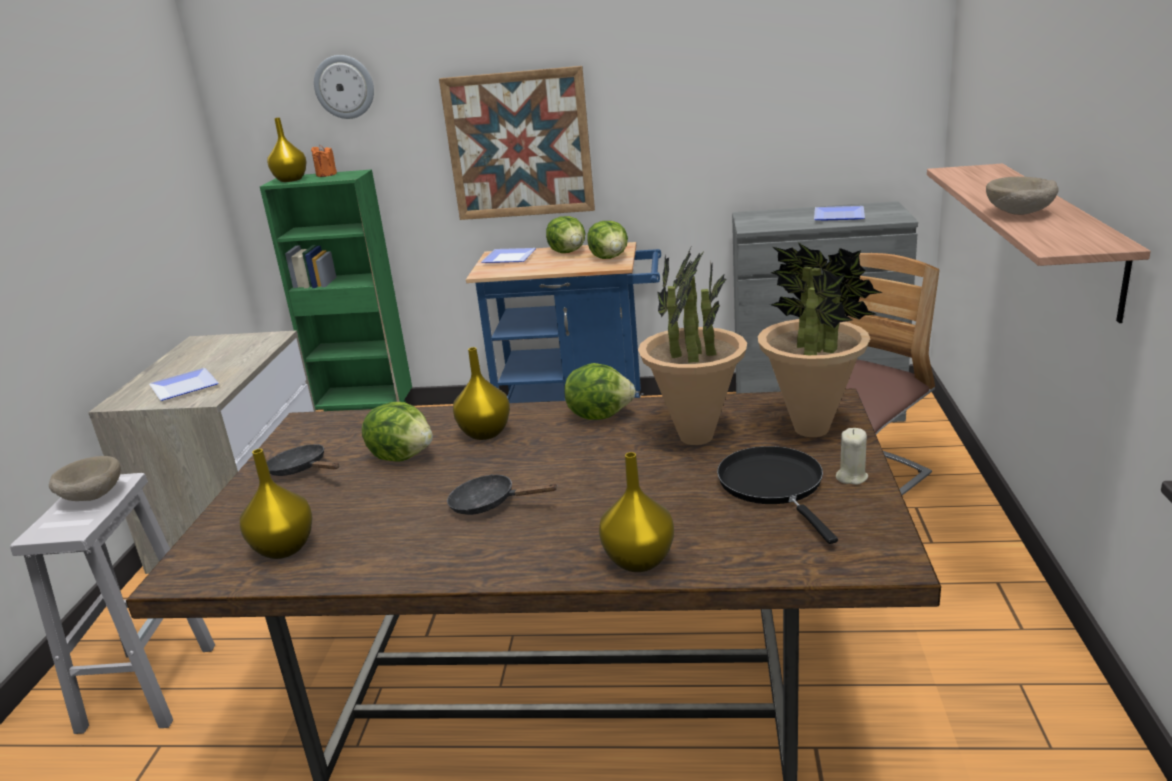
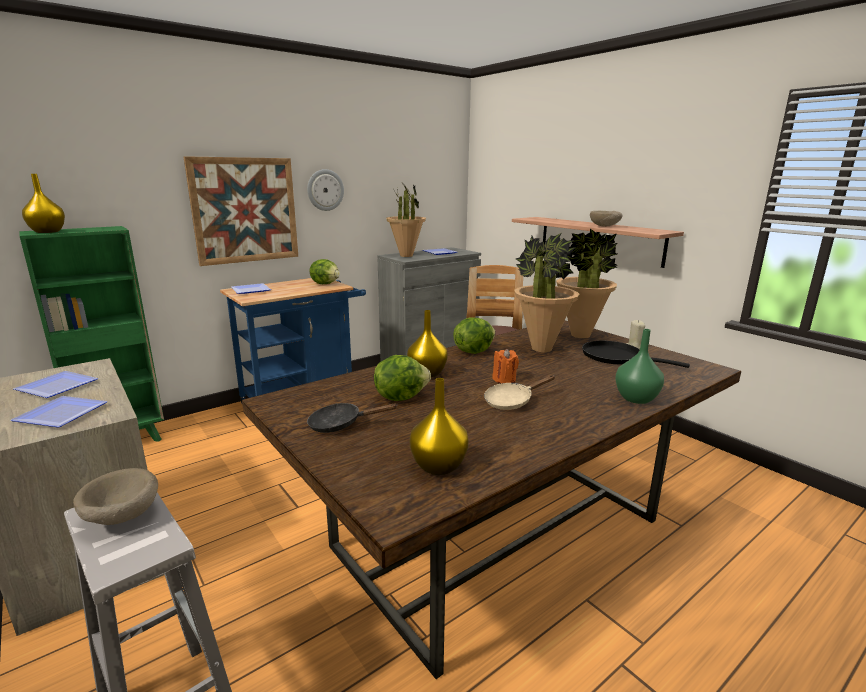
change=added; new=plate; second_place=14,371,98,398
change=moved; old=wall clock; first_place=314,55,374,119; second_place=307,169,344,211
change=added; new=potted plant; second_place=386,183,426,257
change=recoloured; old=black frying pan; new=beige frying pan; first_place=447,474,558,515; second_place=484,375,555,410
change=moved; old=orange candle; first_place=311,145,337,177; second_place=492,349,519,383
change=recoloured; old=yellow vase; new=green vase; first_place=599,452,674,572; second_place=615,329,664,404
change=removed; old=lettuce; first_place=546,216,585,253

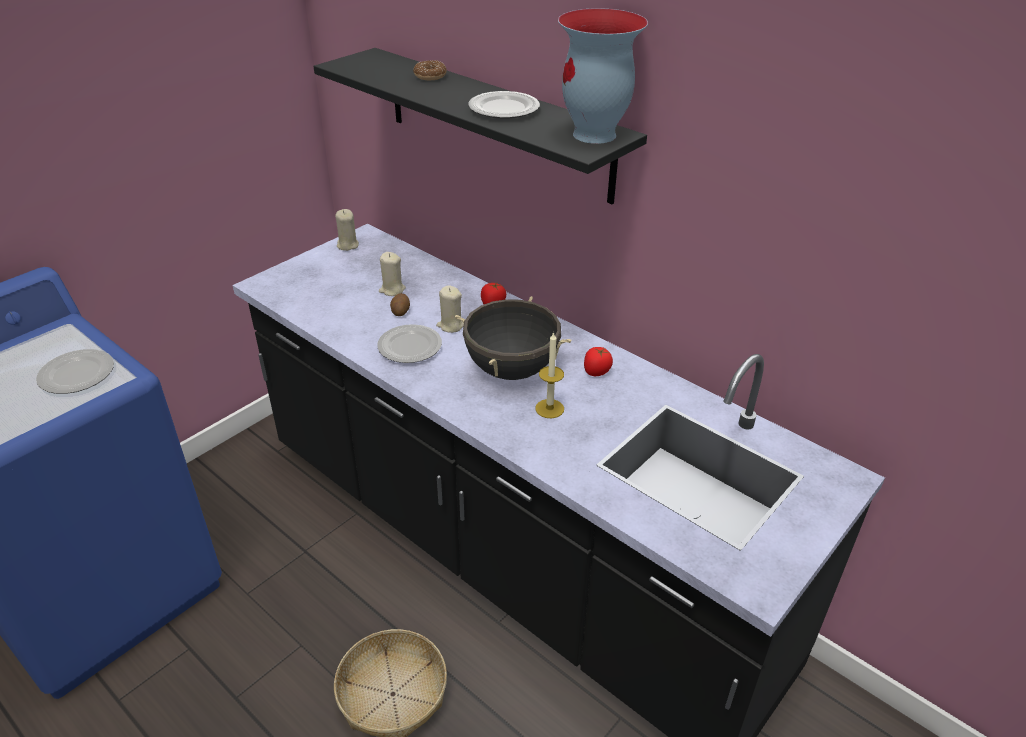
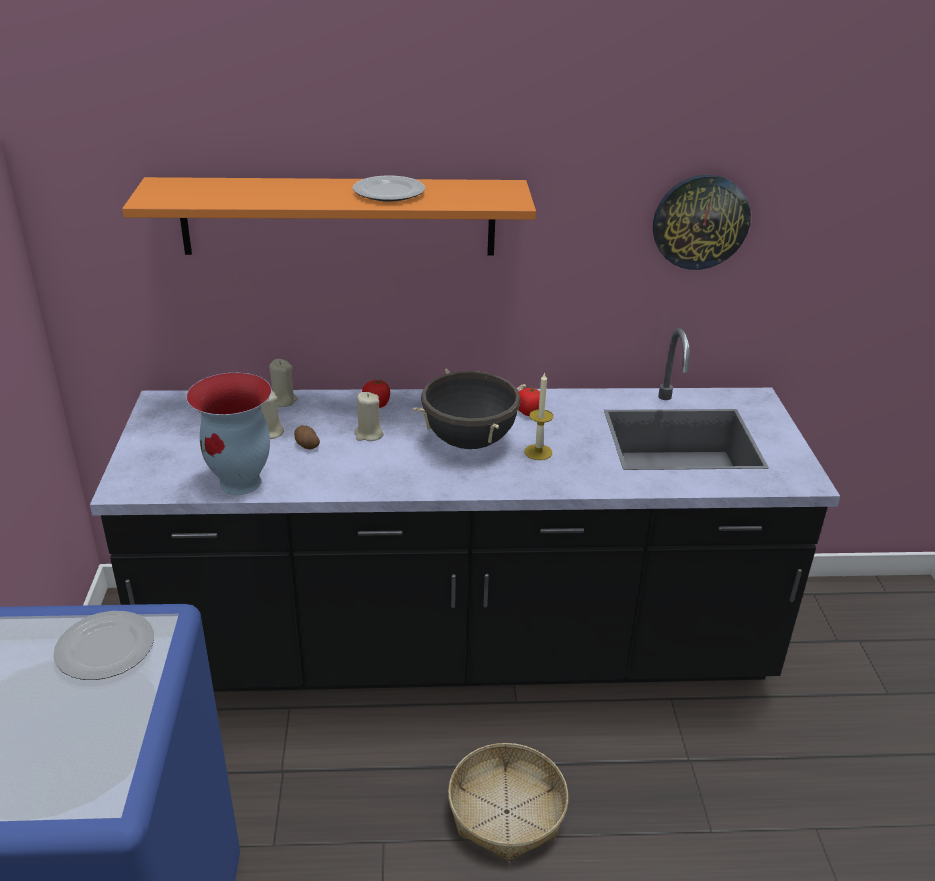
change=recoloured; old=black shelf; new=orange shelf; first_place=313,48,647,204; second_place=122,177,536,256
change=moved; old=vase; first_place=558,8,648,144; second_place=186,373,272,495
change=moved; old=beige candle; first_place=335,209,359,251; second_place=269,359,298,407
change=added; new=wall clock; second_place=653,175,751,270
change=removed; old=plate; first_place=377,324,442,363
change=removed; old=donut; first_place=413,60,447,80

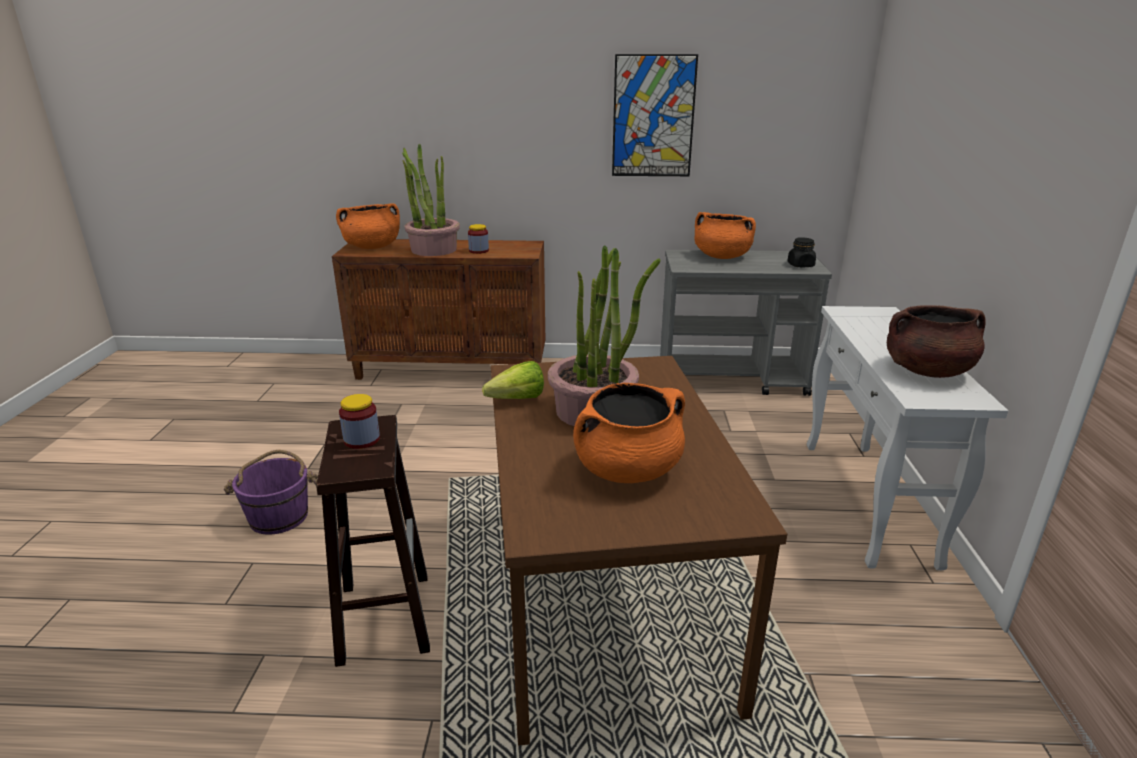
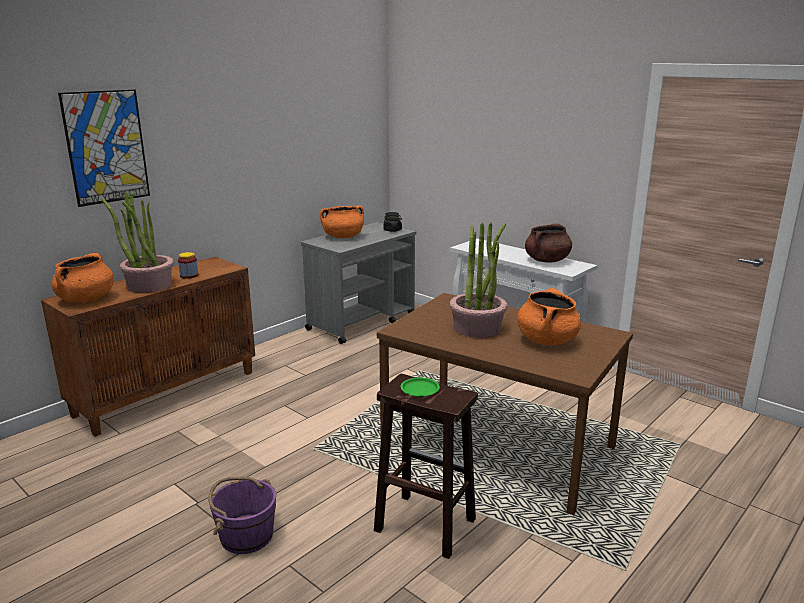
change=moved; old=picture; first_place=612,54,698,176; second_place=58,89,150,207
change=replaced; old=jar; new=green plate; first_place=339,394,380,449; second_place=400,377,440,397
change=removed; old=lettuce; first_place=482,361,544,399

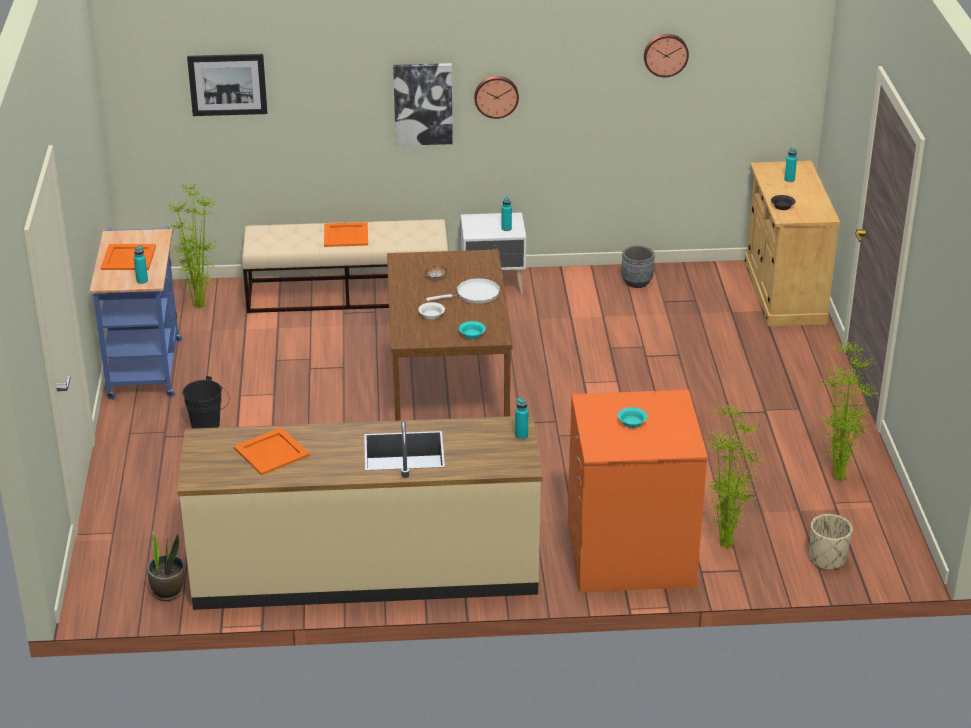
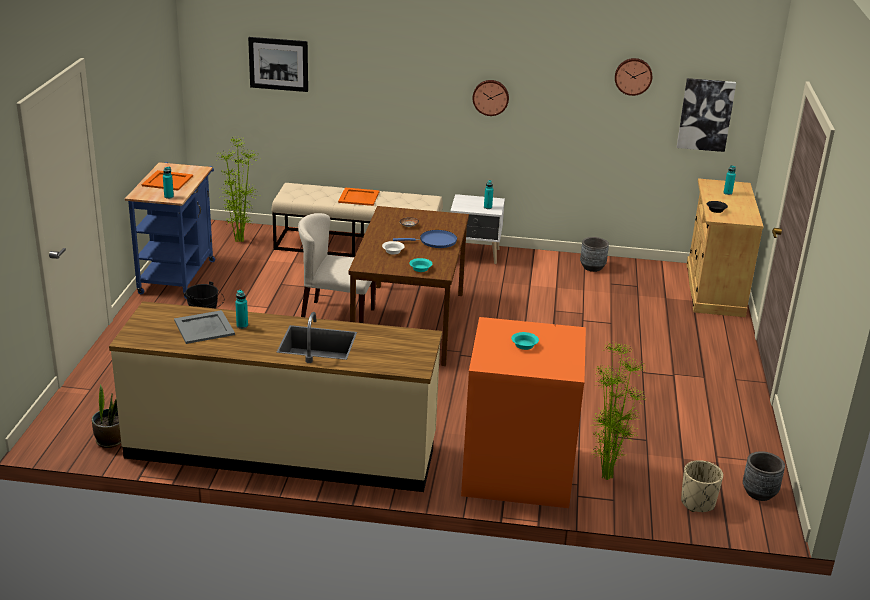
change=recoloured; old=orange tray; new=grey tray; first_place=233,427,310,475; second_place=174,310,235,344
change=moved; old=turquoise bottle; first_place=515,398,528,440; second_place=235,290,248,329
change=added; new=beige chair; second_place=298,213,376,323
change=recoloured; old=white frying pan; new=blue frying pan; first_place=426,278,500,303; second_place=393,230,457,248
change=moved; old=picture; first_place=393,63,453,146; second_place=677,78,736,152
change=added; new=grey planter; second_place=743,451,785,501
change=removed; old=potted plant; first_place=820,342,878,481

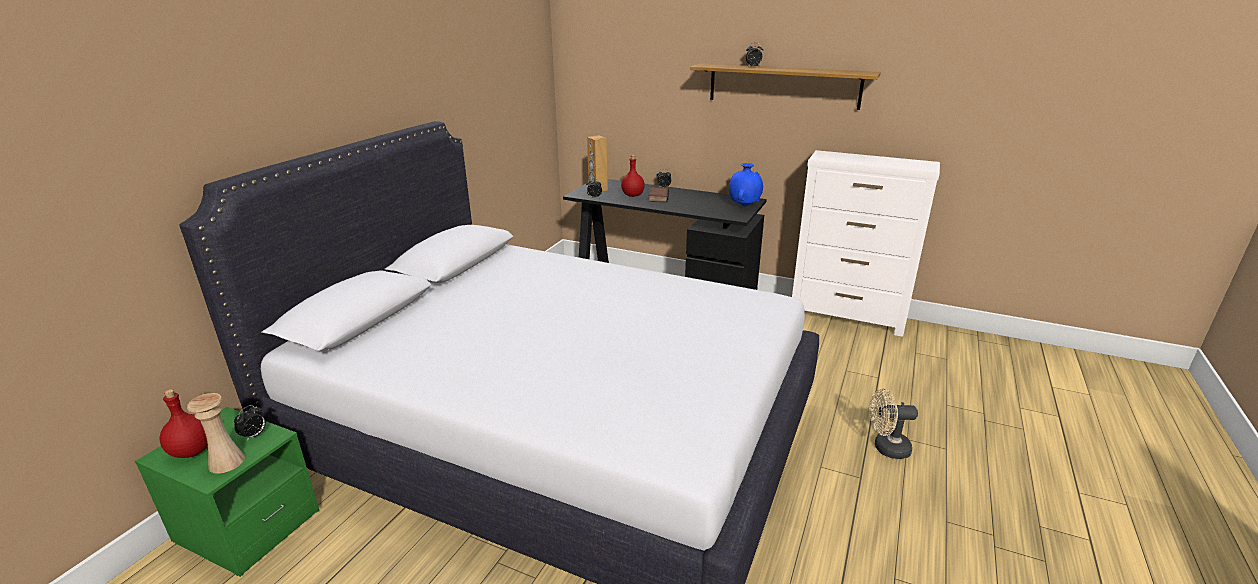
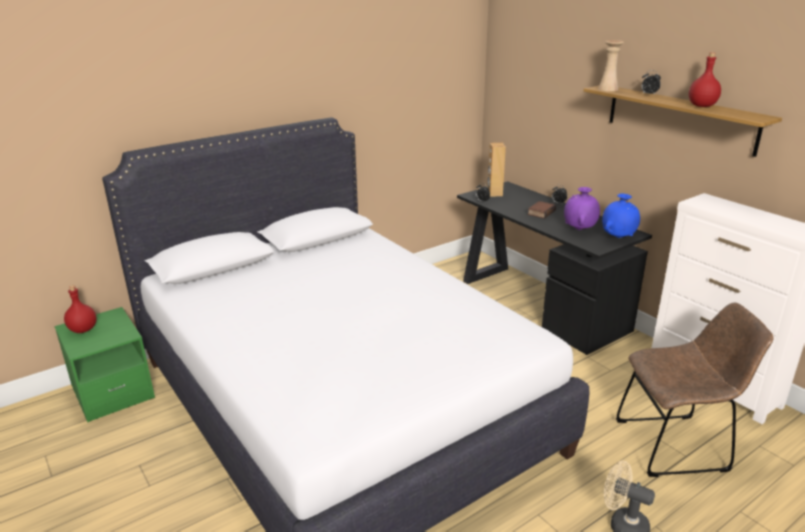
change=added; new=purple vase; second_place=564,187,600,230
change=moved; old=beige vase; first_place=187,393,245,474; second_place=598,40,624,91
change=added; new=brown chair; second_place=616,302,773,477
change=moved; old=red bottle; first_place=621,155,645,197; second_place=689,52,721,107
change=removed; old=alarm clock; first_place=234,405,266,441

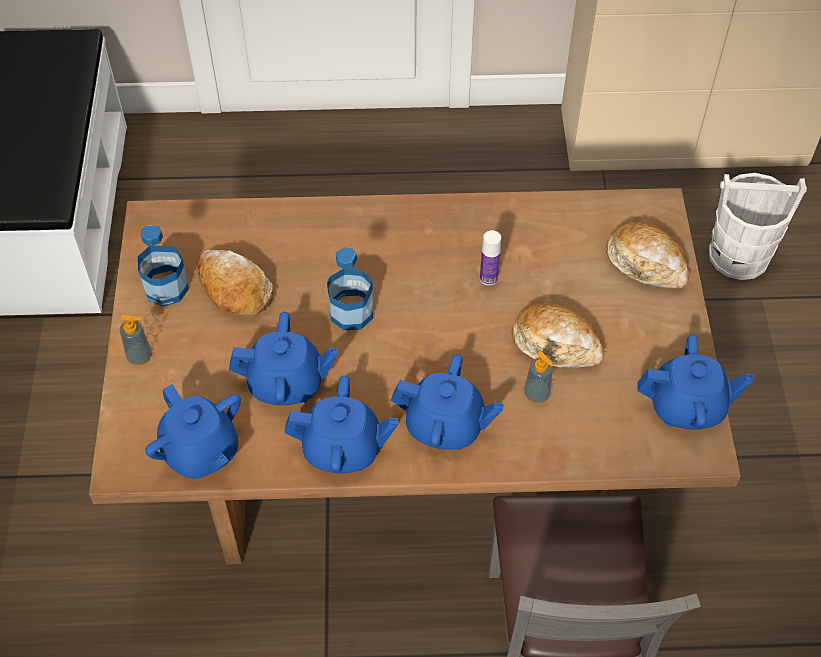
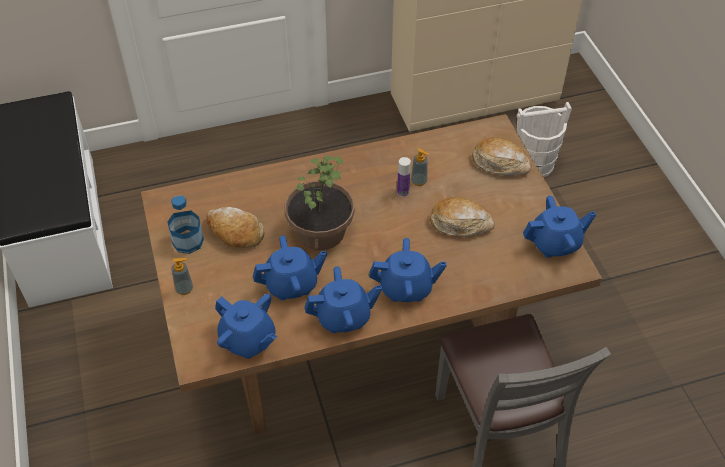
change=replaced; old=bottle; new=potted plant; first_place=327,248,373,330; second_place=285,155,355,251
change=moved; old=soap dispenser; first_place=524,351,553,403; second_place=411,148,429,186

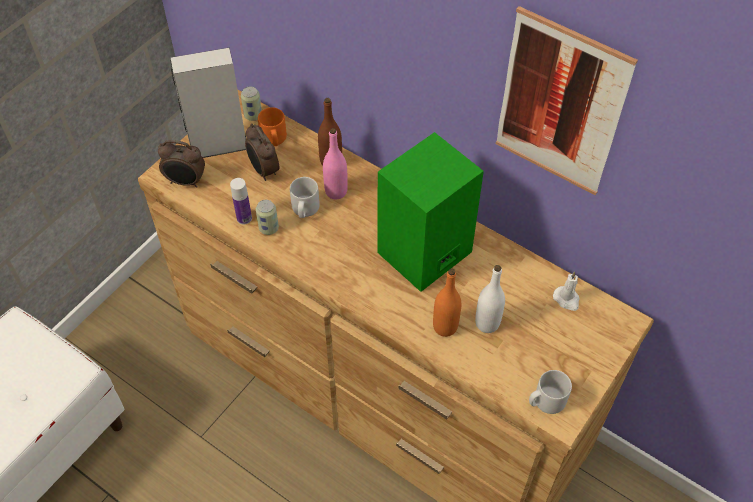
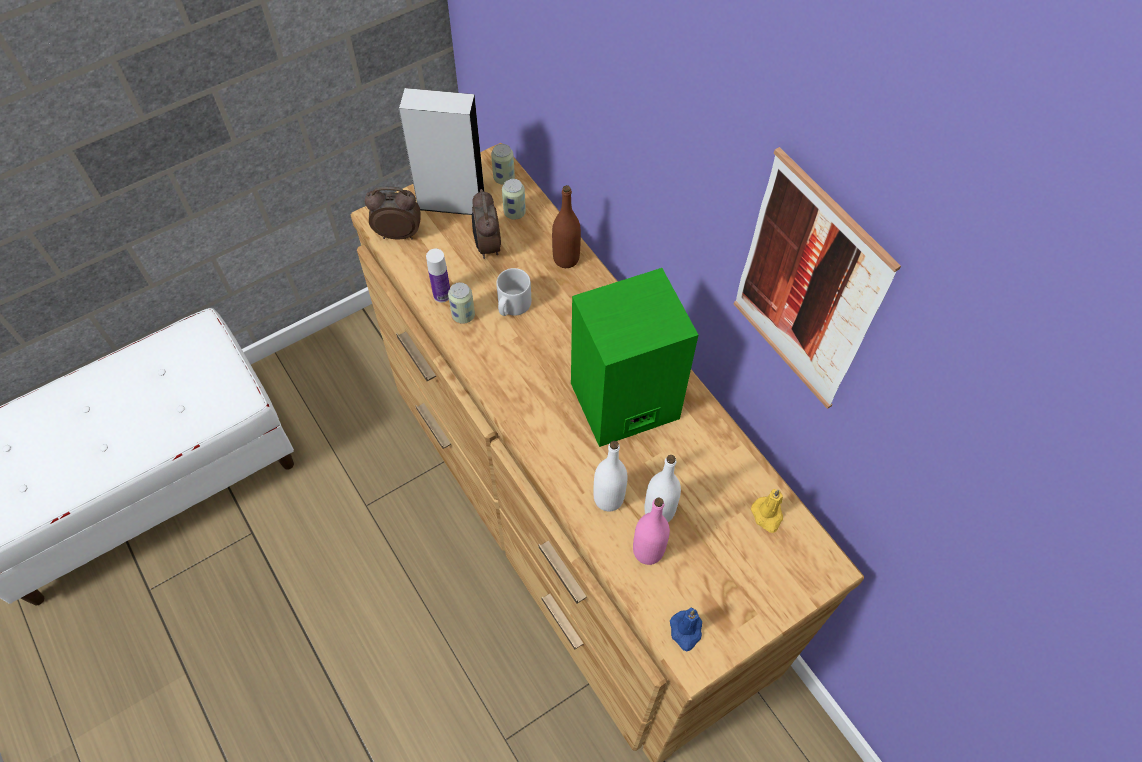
change=turned; old=alarm clock; first_place=158,140,205,188; second_place=365,187,420,240; degrees=150
change=replaced; old=orange mug; new=can; first_place=258,107,287,146; second_place=502,179,526,220
change=recoloured; old=orange bottle; new=white bottle; first_place=433,269,461,337; second_place=593,441,628,512
change=moved; old=pink bottle; first_place=323,128,348,199; second_place=633,498,670,565
change=replaced; old=grey mug; new=blue candle; first_place=529,370,572,414; second_place=670,608,702,651
change=recoloured; old=white candle; new=yellow candle; first_place=553,272,580,311; second_place=751,489,783,533

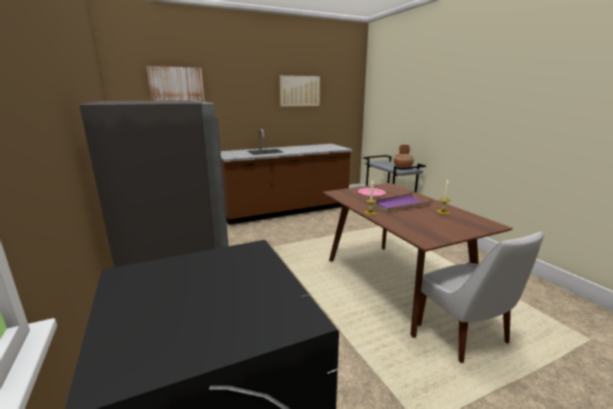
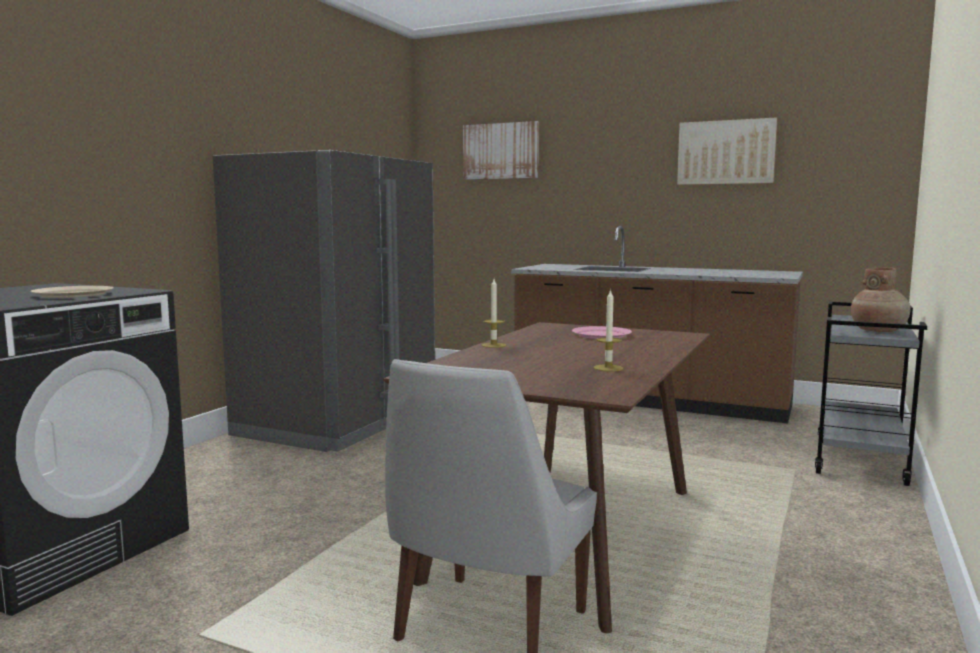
change=added; new=beige plate; second_place=30,286,114,298
change=removed; old=purple tray; first_place=373,193,433,213

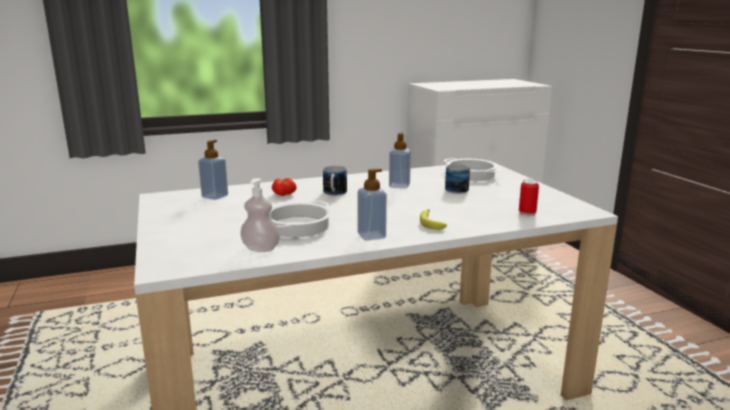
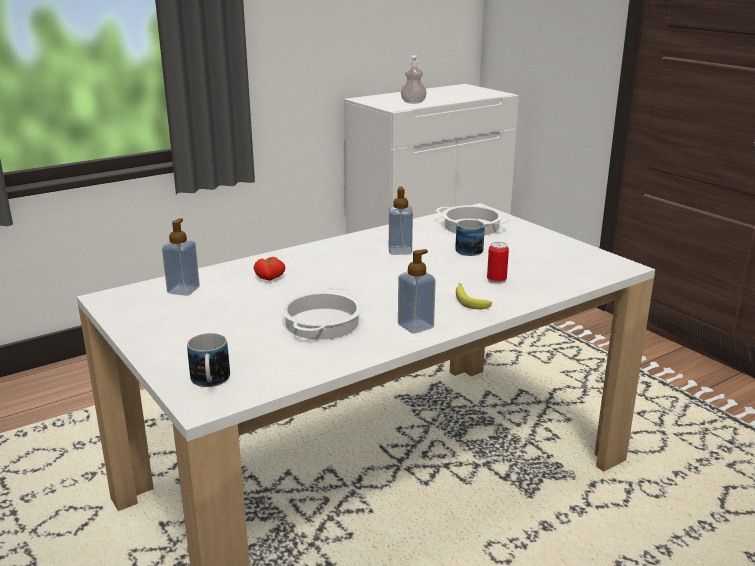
change=moved; old=mug; first_place=323,166,347,196; second_place=187,333,230,387
change=moved; old=soap dispenser; first_place=240,178,280,252; second_place=401,55,427,104
change=moved; old=can; first_place=519,179,539,216; second_place=487,242,509,284

